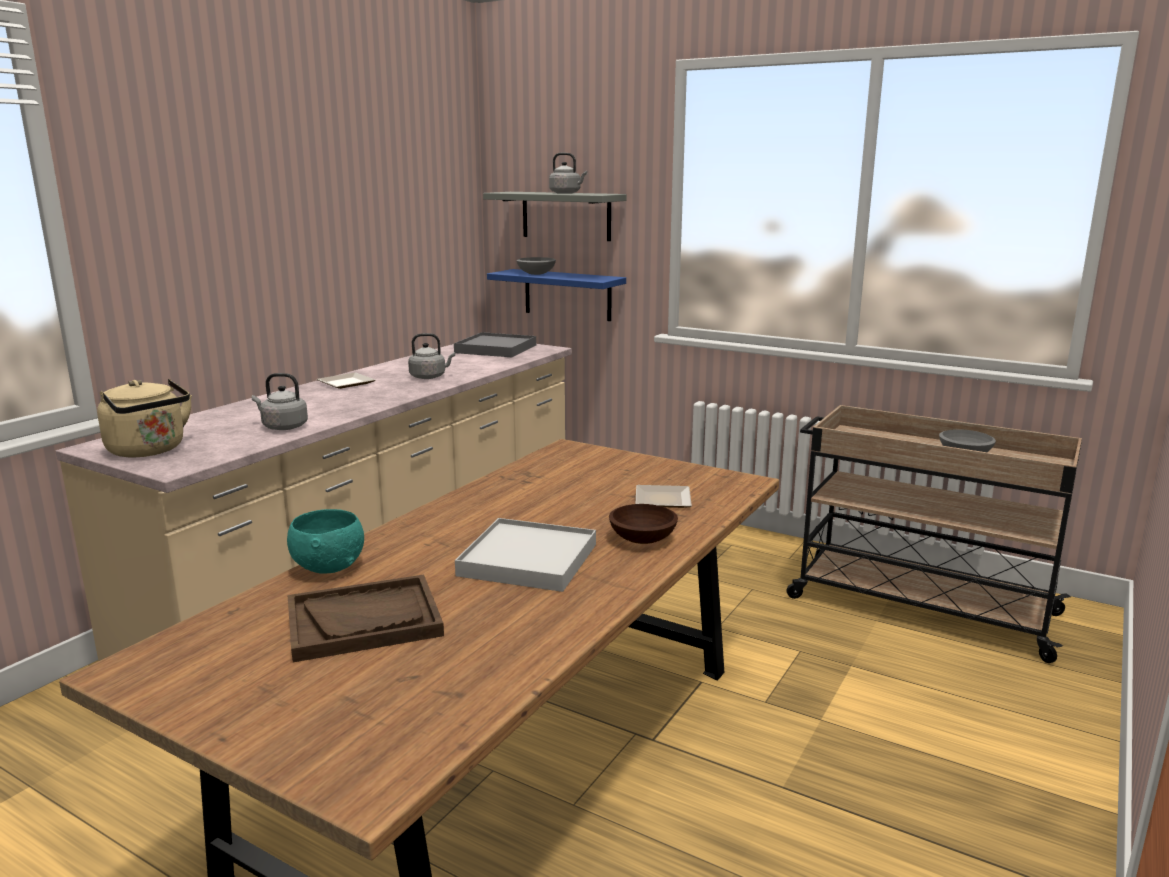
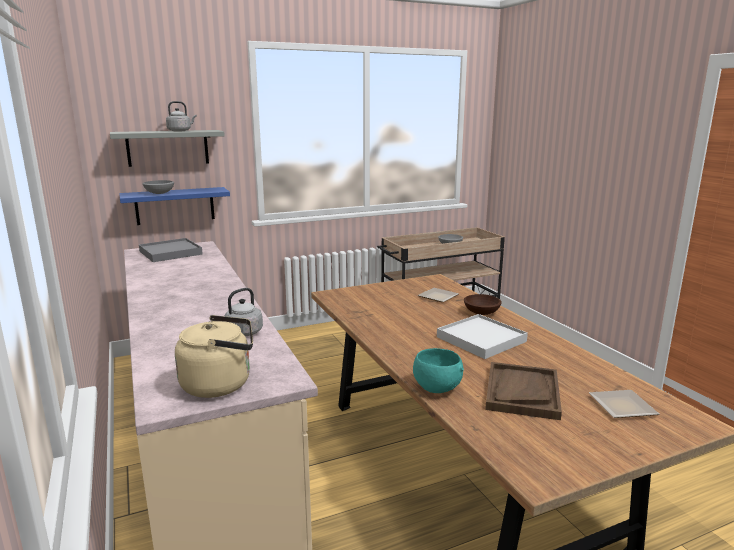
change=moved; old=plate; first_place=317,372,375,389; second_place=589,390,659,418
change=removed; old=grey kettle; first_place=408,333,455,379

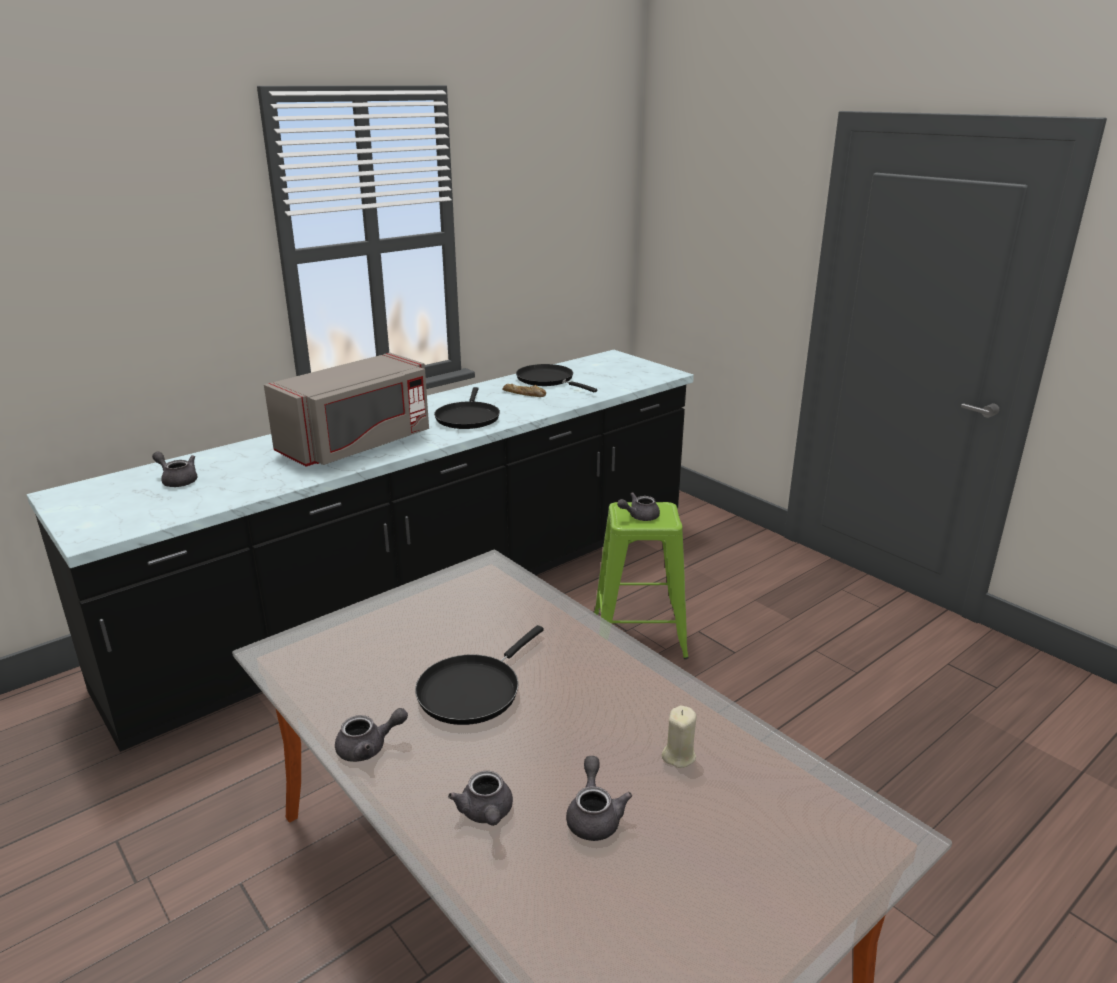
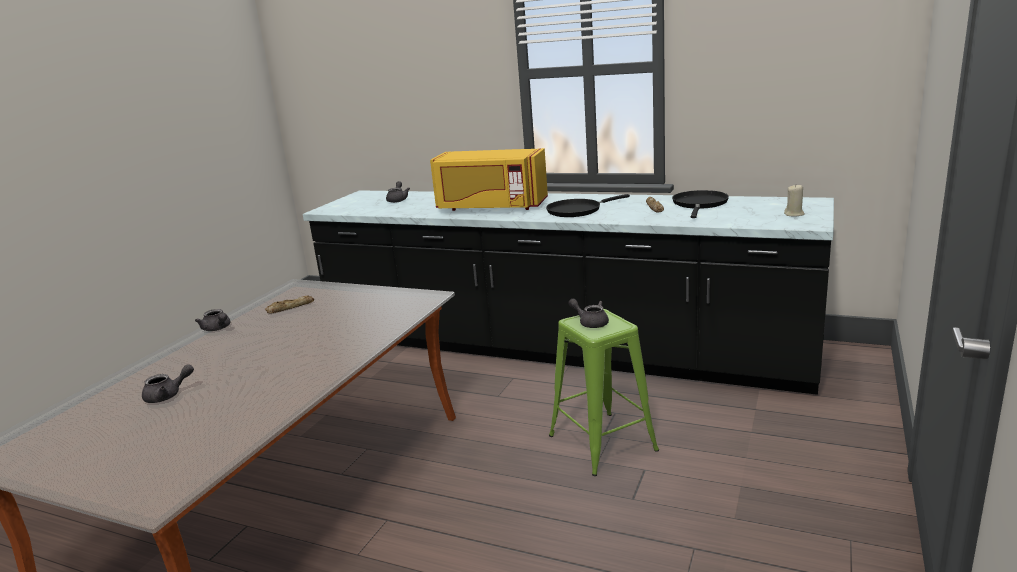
change=added; new=bread; second_place=265,295,314,313
change=recoloured; old=grey microwave; new=yellow microwave; first_place=264,353,429,467; second_place=430,148,548,211
change=moved; old=beige candle; first_place=661,705,697,768; second_place=784,185,805,217
change=removed; old=black frying pan; first_place=415,625,544,725
change=removed; old=grey teapot; first_place=448,771,513,826

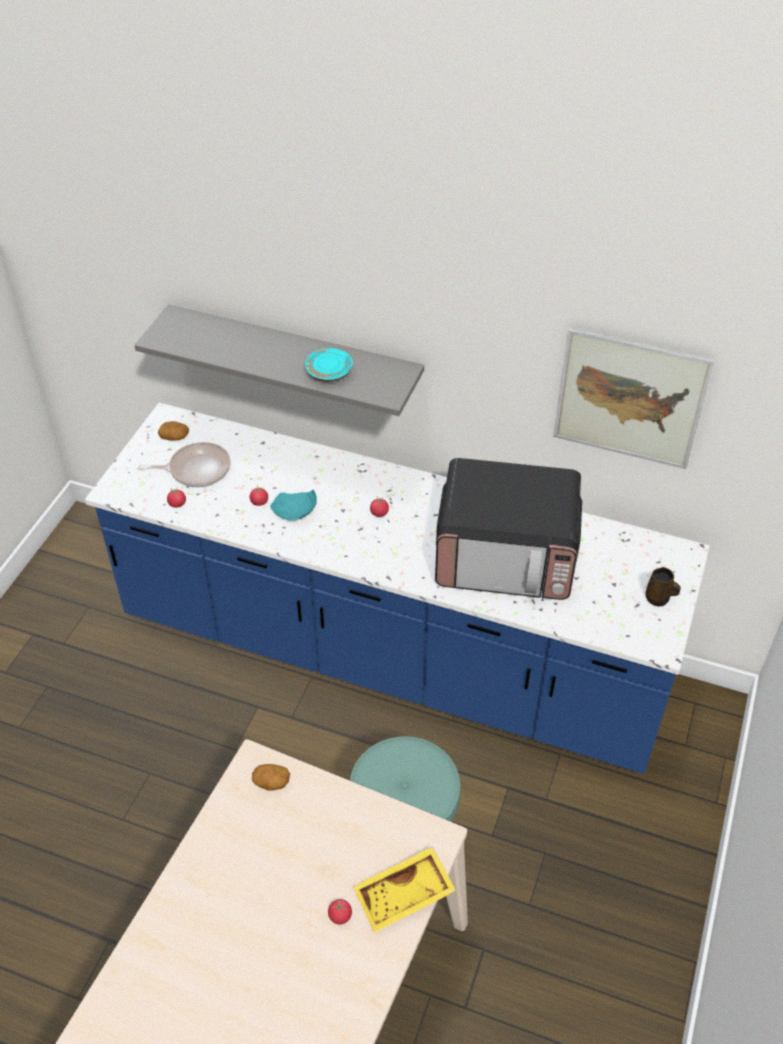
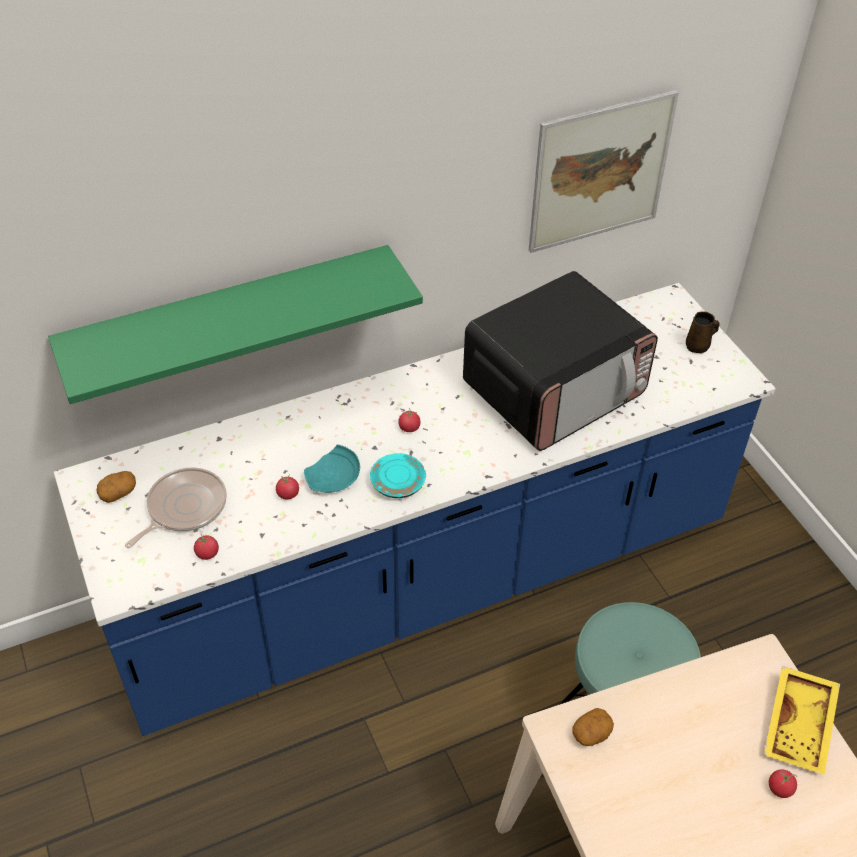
change=recoloured; old=grey shelf; new=green shelf; first_place=134,304,424,416; second_place=48,245,423,404
change=moved; old=turquoise plate; first_place=305,348,353,382; second_place=370,453,426,498

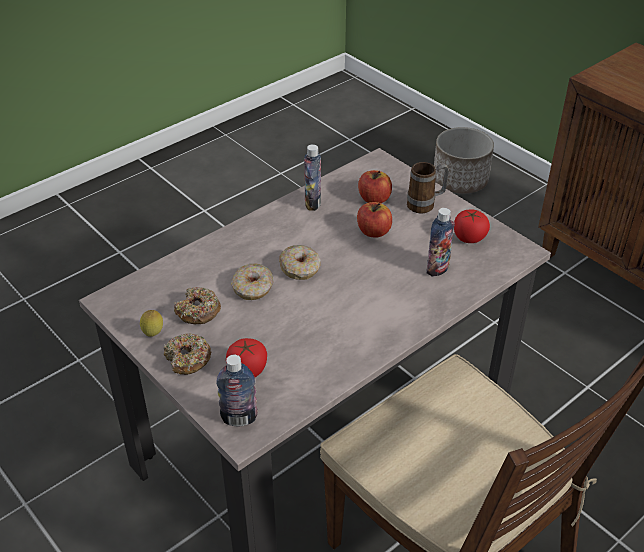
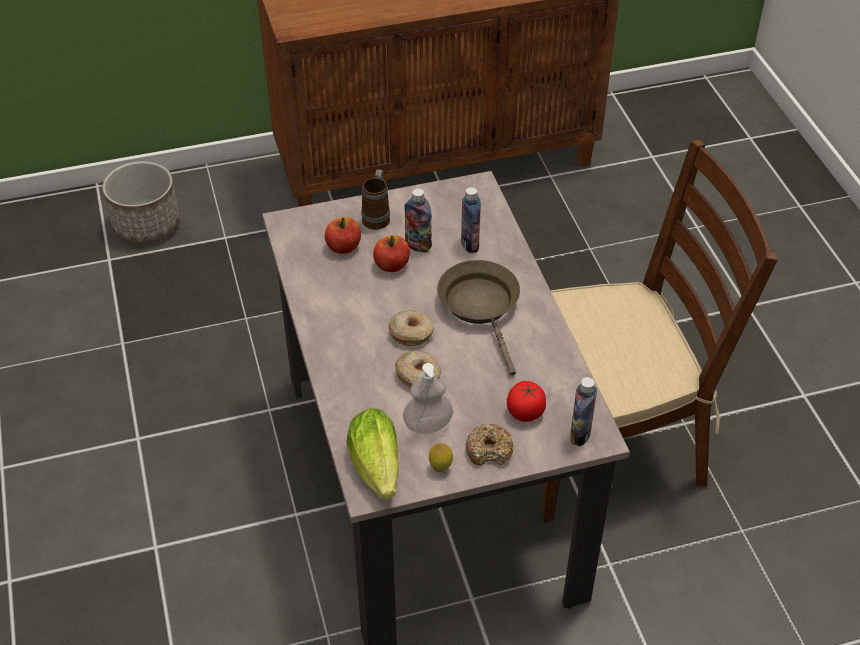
change=added; new=lettuce; second_place=346,408,399,500
change=replaced; old=donut; new=soap dispenser; first_place=174,287,221,324; second_place=403,363,453,434
change=moved; old=bottle; first_place=304,144,321,211; second_place=405,189,432,252
change=added; new=brown frying pan; second_place=437,260,520,376
change=removed; old=tomato; first_place=454,210,490,243

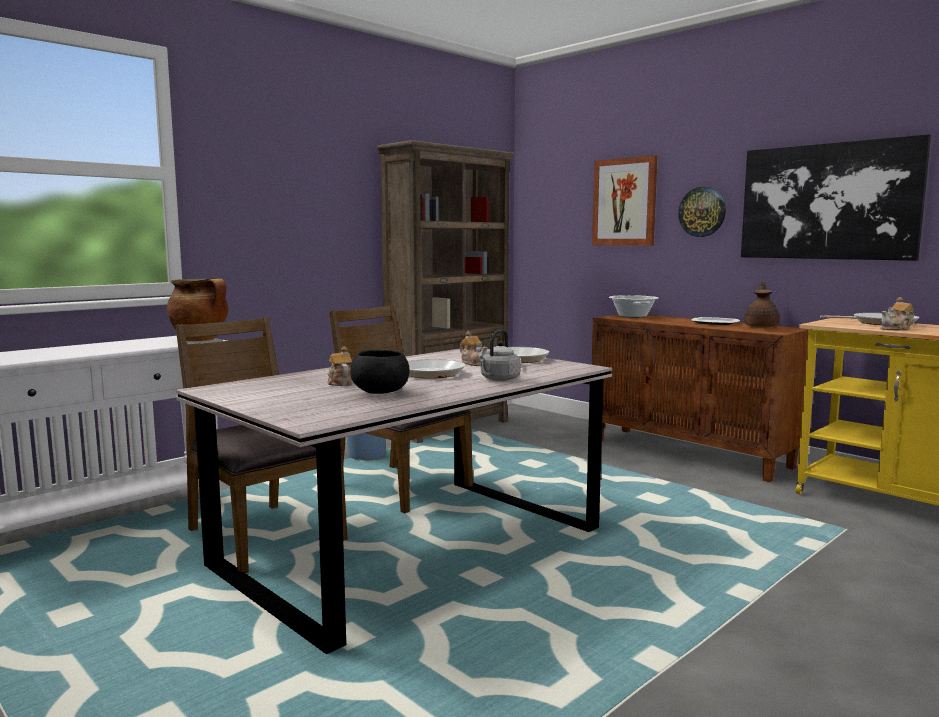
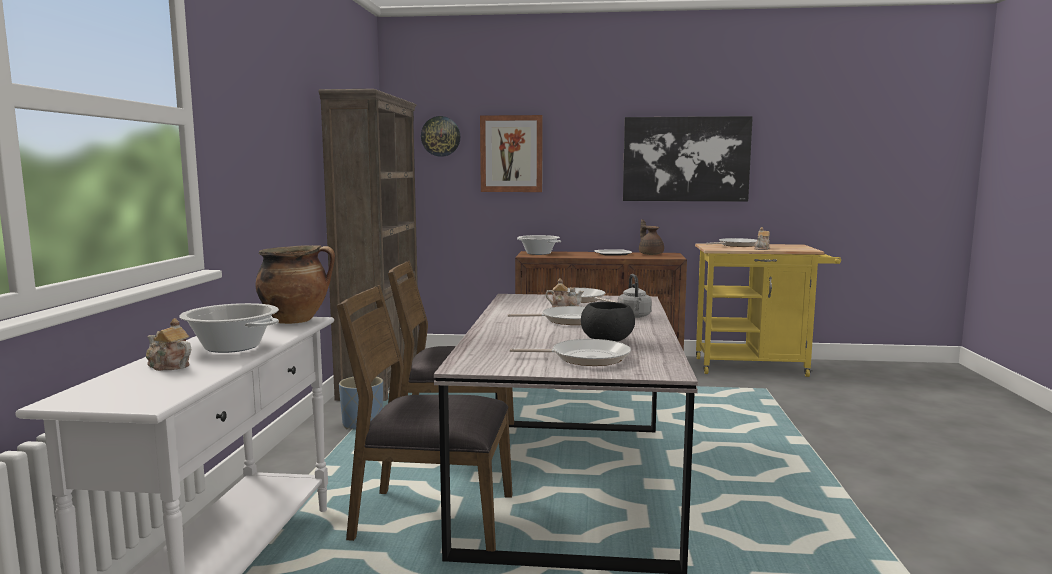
change=moved; old=teapot; first_place=327,346,352,386; second_place=146,318,191,371
change=added; new=cooking pot; second_place=179,303,279,353
change=moved; old=wall clock; first_place=678,187,726,237; second_place=421,116,461,157
change=added; new=frying pan; second_place=510,339,631,366

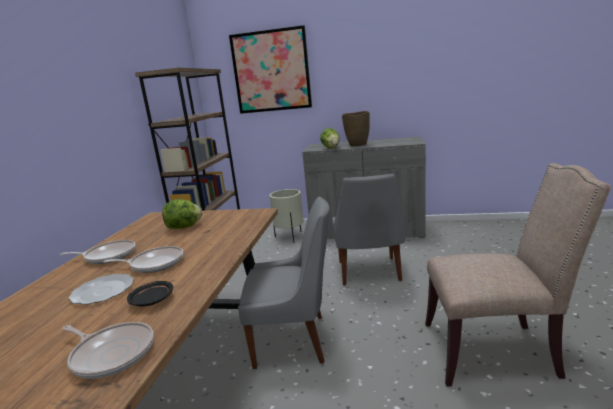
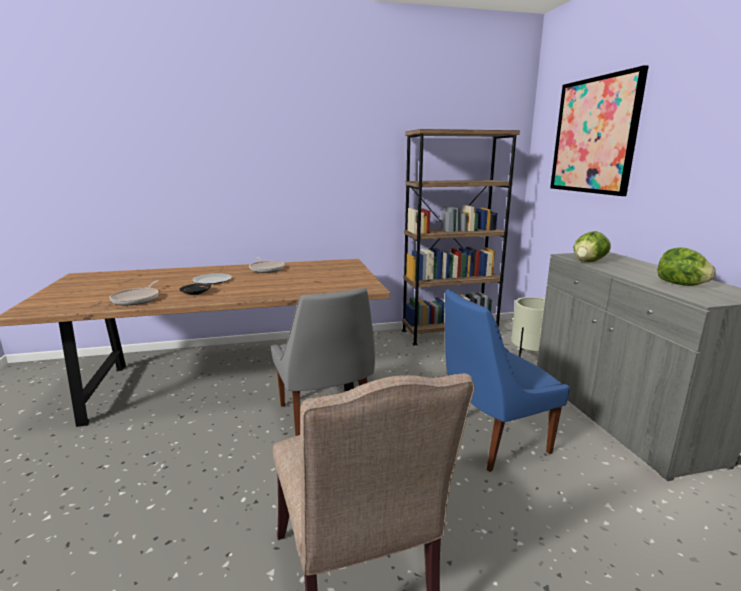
change=recoloured; old=grey chair; new=blue chair; first_place=332,174,405,285; second_place=445,289,570,472
change=moved; old=lettuce; first_place=162,199,202,229; second_place=658,247,716,286
change=removed; old=frying pan; first_place=103,246,183,273
change=removed; old=brown vase; first_place=342,111,370,146

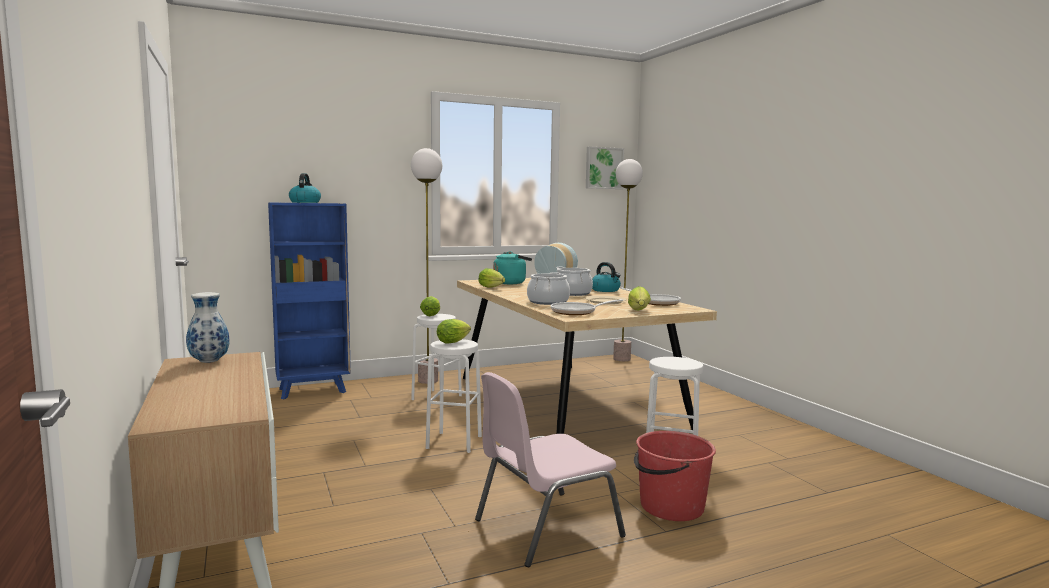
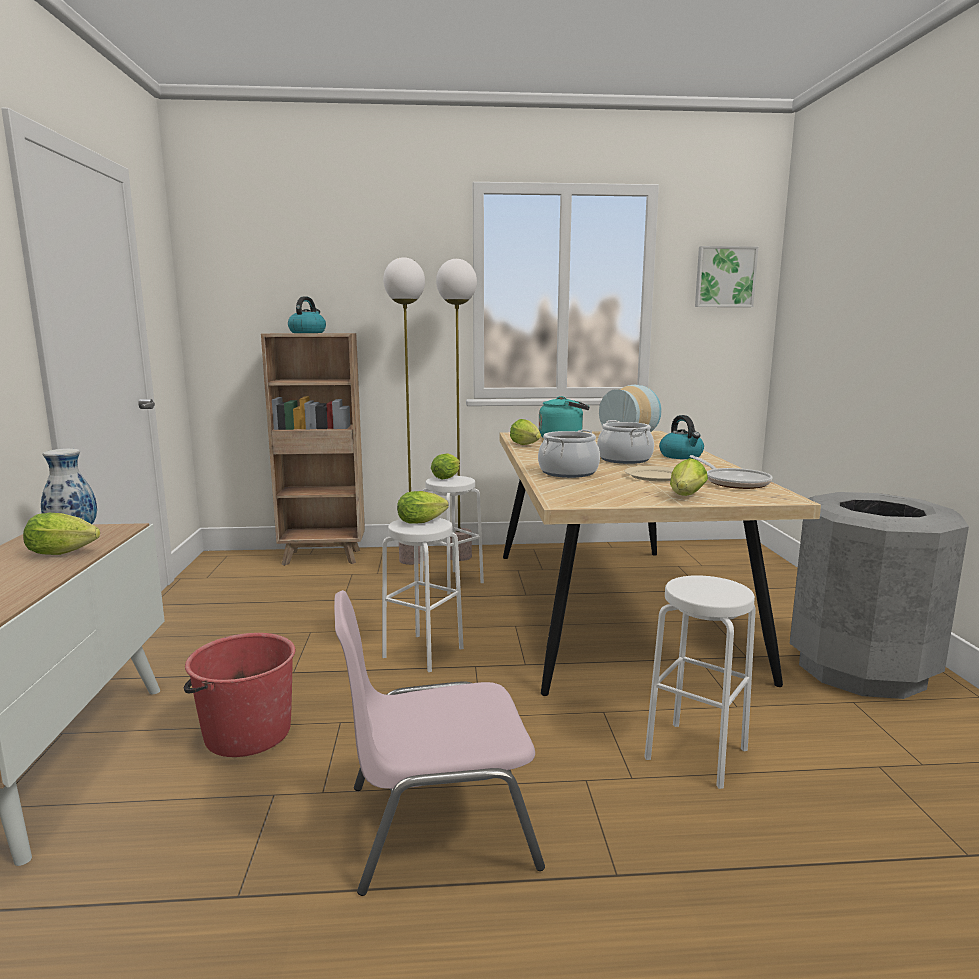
change=added; new=lettuce; second_place=23,513,100,555
change=moved; old=red bucket; first_place=634,431,716,521; second_place=184,633,296,757
change=recoloured; old=blue bookcase; new=brown bookcase; first_place=268,202,351,399; second_place=261,333,365,566
change=moved; old=floor lamp; first_place=613,159,643,361; second_place=383,257,425,565
change=added; new=grey trash can; second_place=789,492,969,699
change=removed; old=frying pan; first_place=551,299,623,315

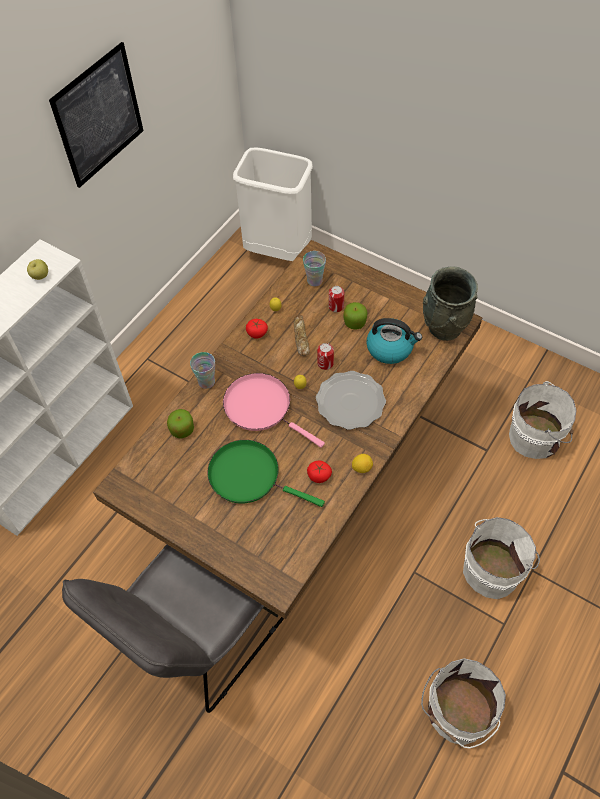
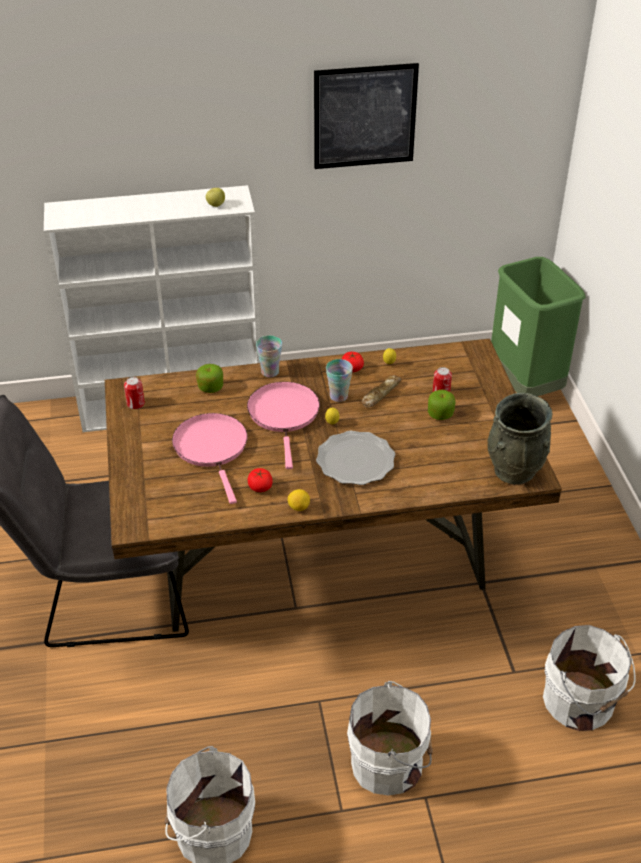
change=moved; old=can; first_place=317,343,334,370; second_place=124,377,145,409
change=recoloured; old=green frying pan; new=pink frying pan; first_place=207,440,325,507; second_place=172,413,247,504
change=moved; old=cup; first_place=303,251,326,286; second_place=326,359,353,402
change=recoloured; old=white trash can; new=green trash can; first_place=233,147,313,261; second_place=491,257,586,396
change=removed; old=kettle; first_place=366,318,422,364

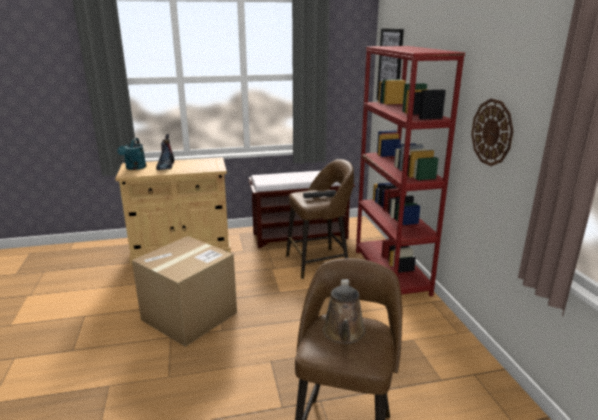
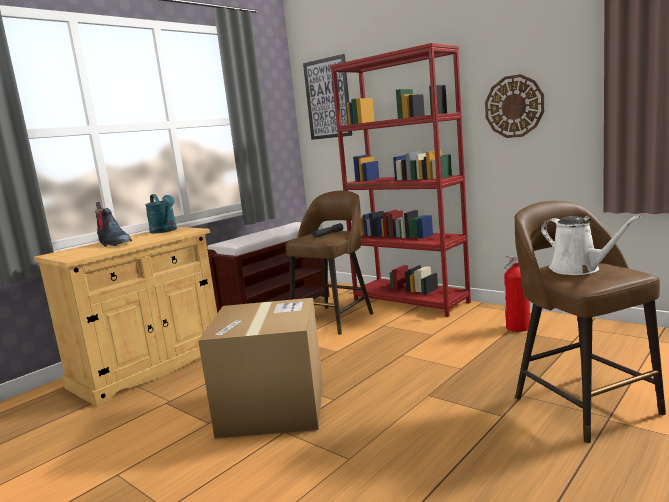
change=moved; old=turquoise watering can; first_place=117,138,146,170; second_place=145,194,177,233
change=added; new=fire extinguisher; second_place=504,256,530,332
change=recoloured; old=brown watering can; new=white watering can; first_place=323,279,365,344; second_place=541,215,641,275

